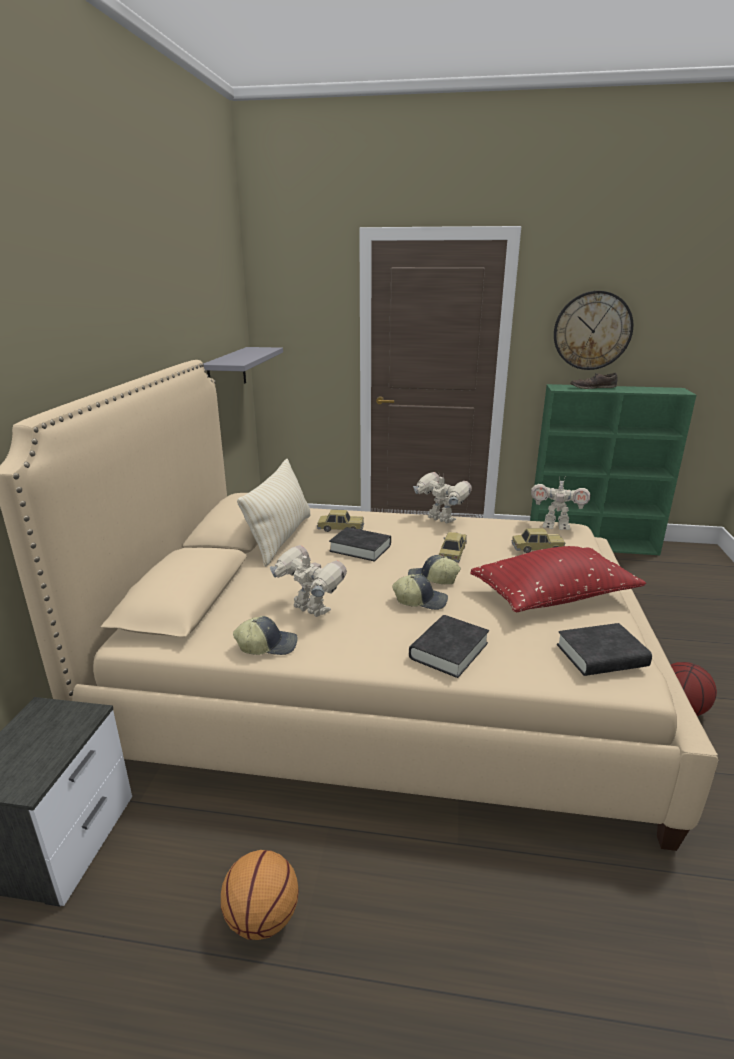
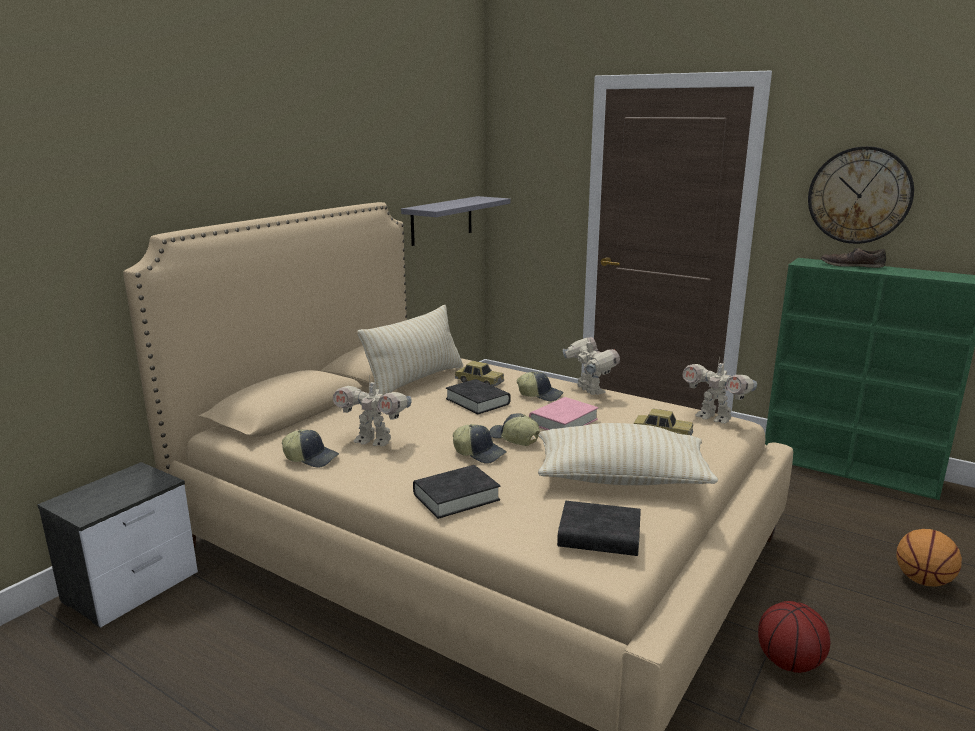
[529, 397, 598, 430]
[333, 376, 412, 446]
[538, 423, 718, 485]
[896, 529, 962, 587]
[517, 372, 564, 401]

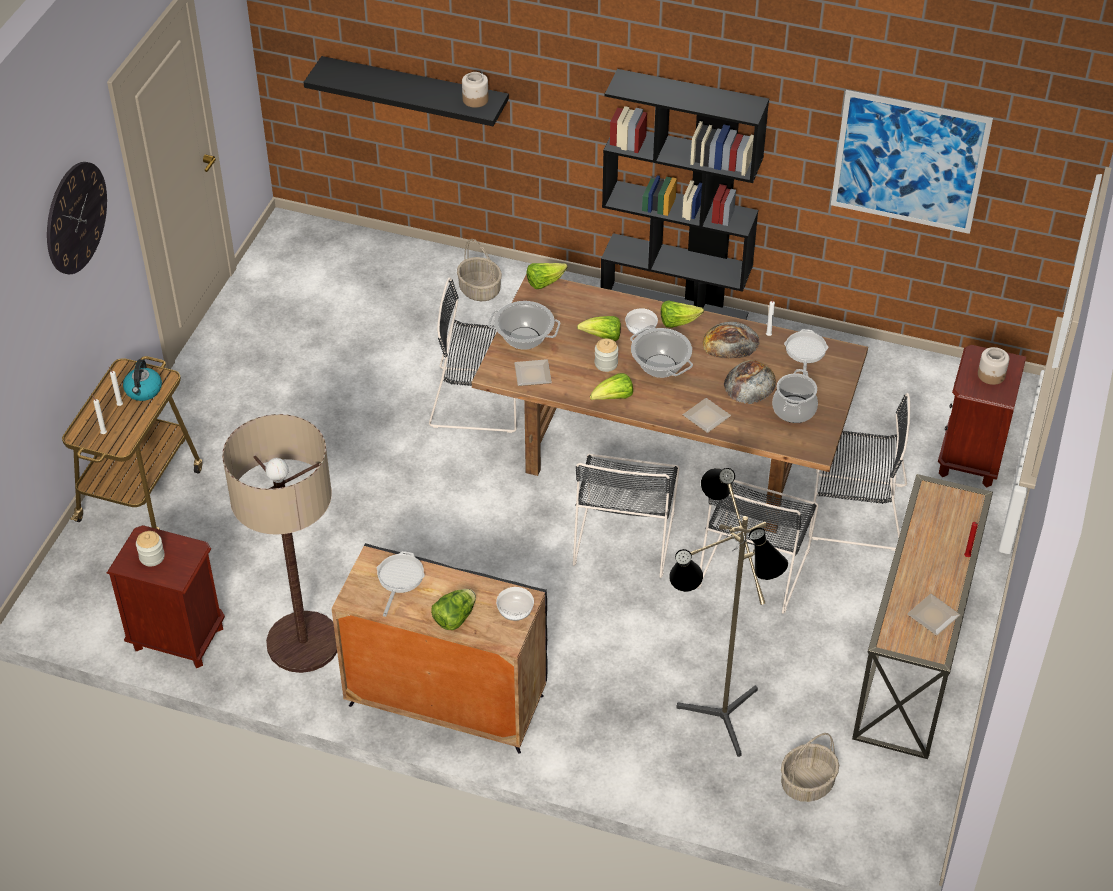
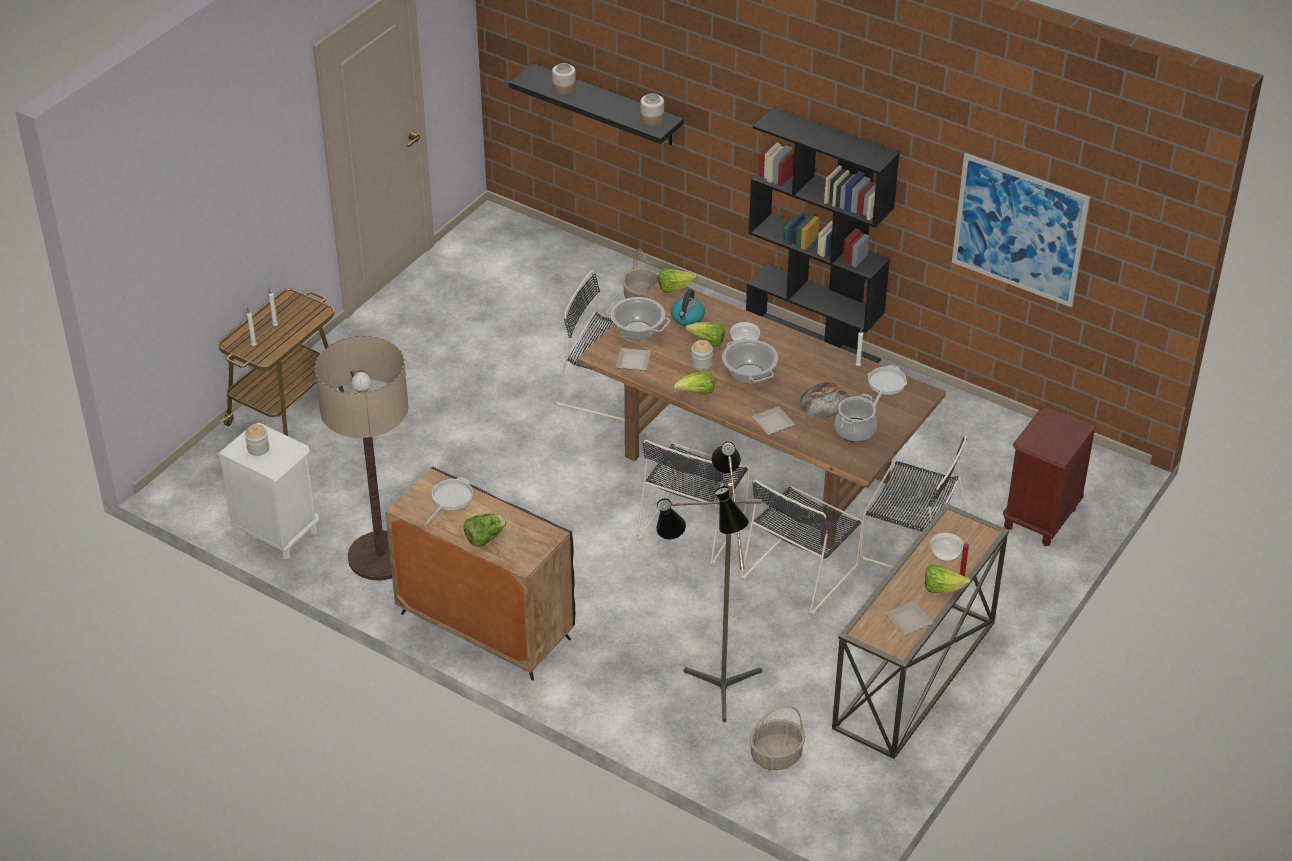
[47, 162, 107, 274] (first image)
[925, 564, 971, 593]
[703, 322, 760, 358] (first image)
[552, 63, 576, 95]
[671, 289, 705, 326]
[217, 423, 319, 559]
[930, 533, 964, 561]

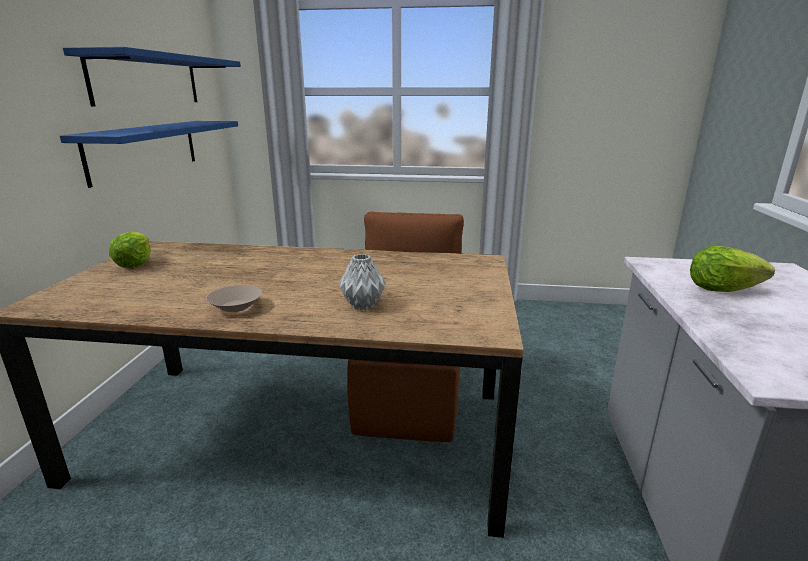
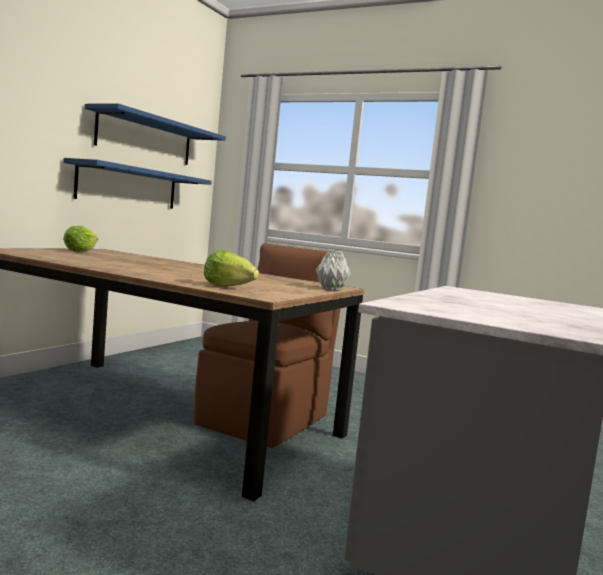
[204, 250, 259, 287]
[316, 250, 351, 291]
[206, 285, 262, 312] (first image)

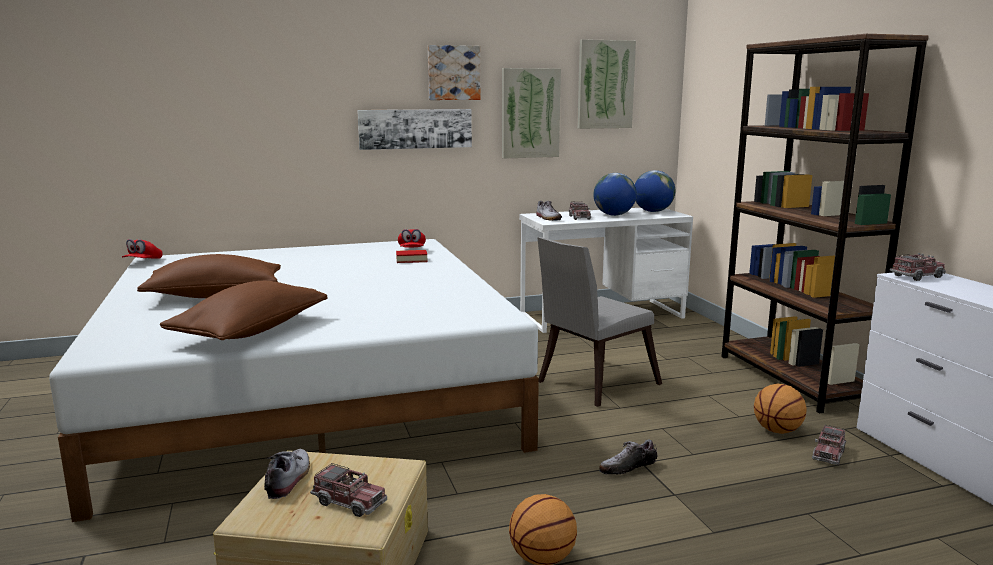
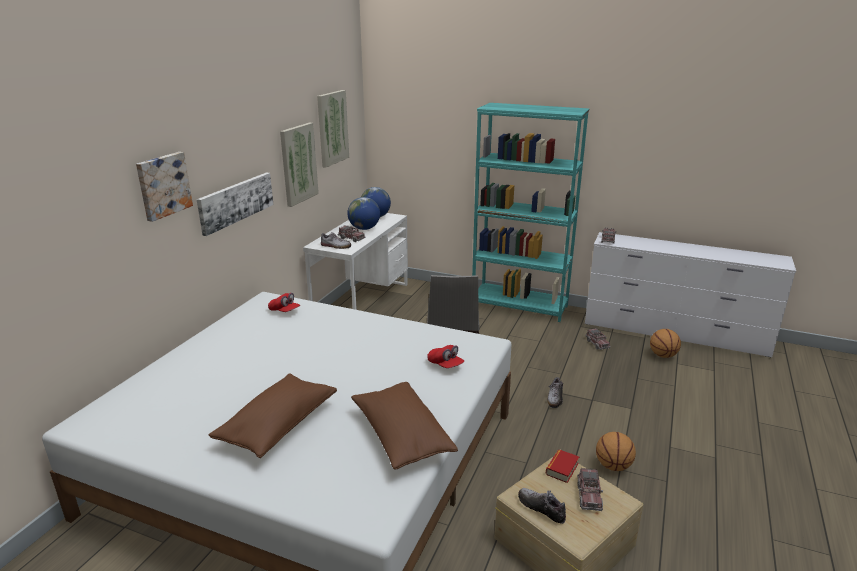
[472, 103, 589, 322]
[136, 152, 193, 222]
[427, 345, 464, 368]
[546, 449, 579, 483]
[650, 329, 681, 358]
[577, 468, 603, 511]

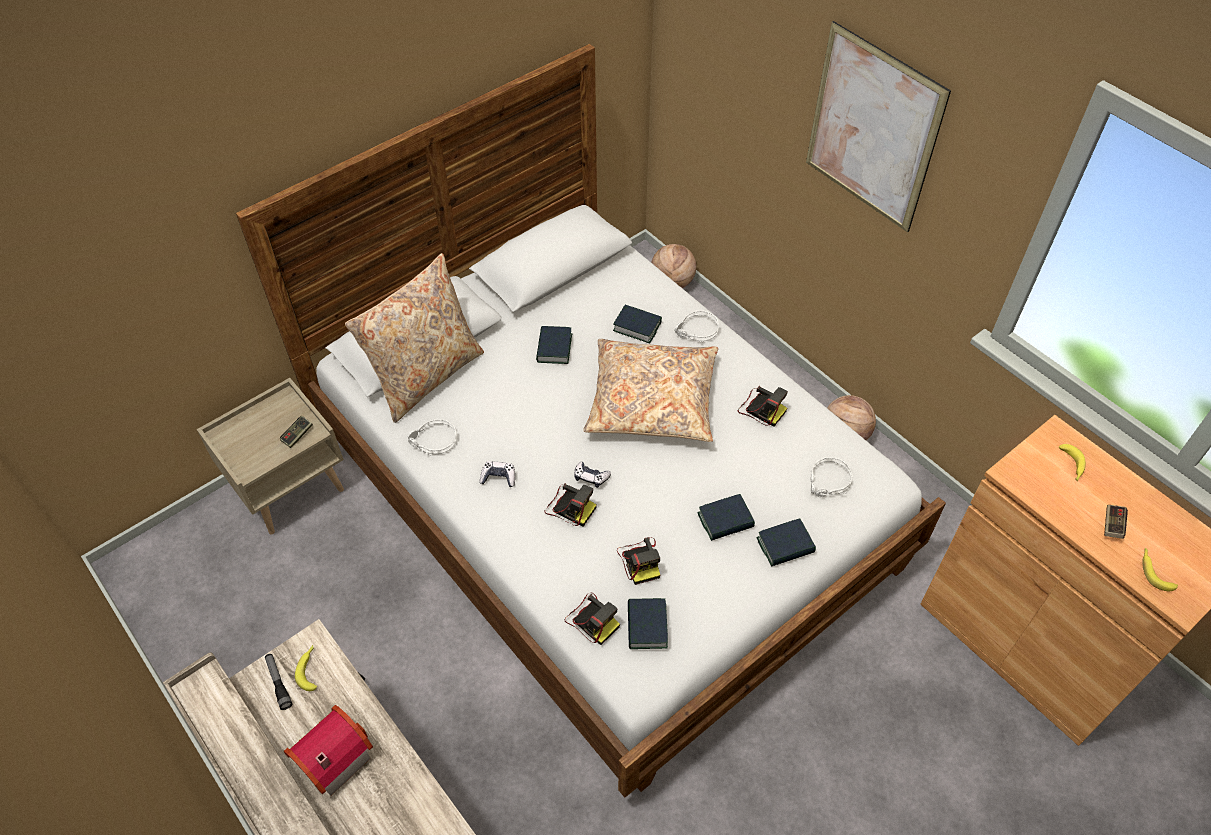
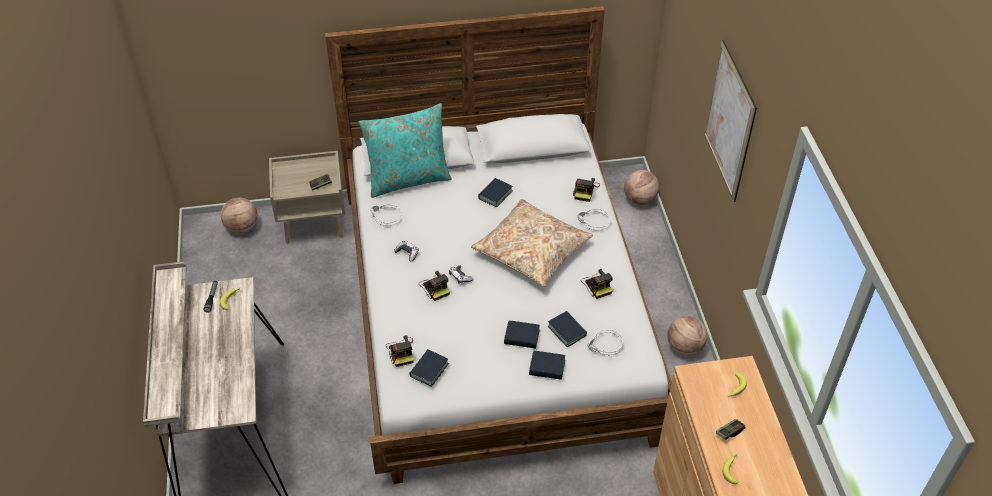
[359, 104, 452, 198]
[548, 311, 587, 347]
[573, 178, 600, 202]
[284, 705, 373, 796] (first image)
[221, 198, 258, 233]

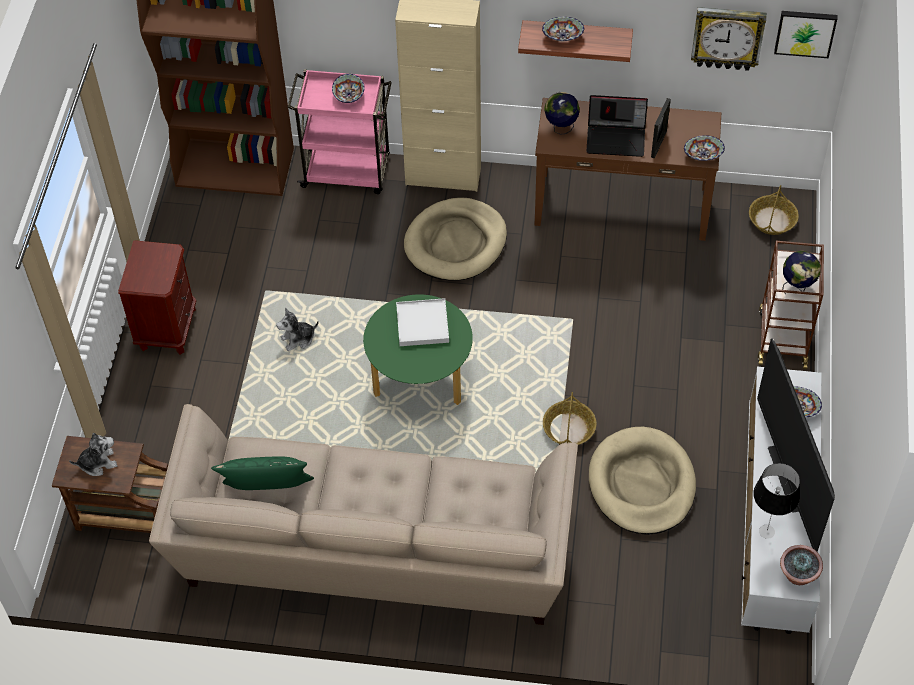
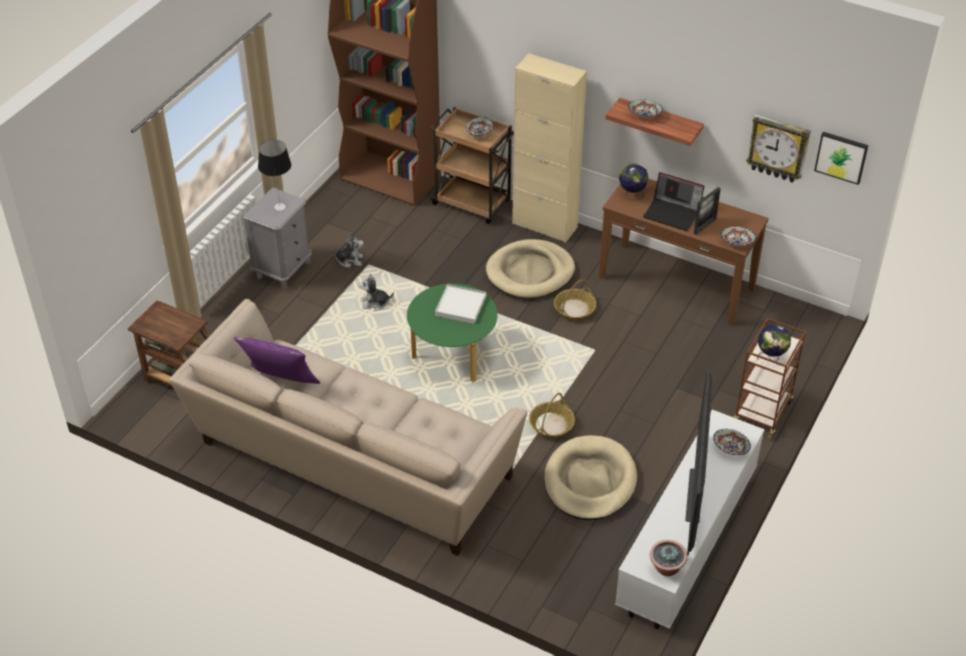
[429, 107, 514, 224]
[554, 279, 596, 321]
[243, 187, 312, 289]
[331, 233, 364, 268]
[234, 337, 320, 384]
[258, 140, 291, 211]

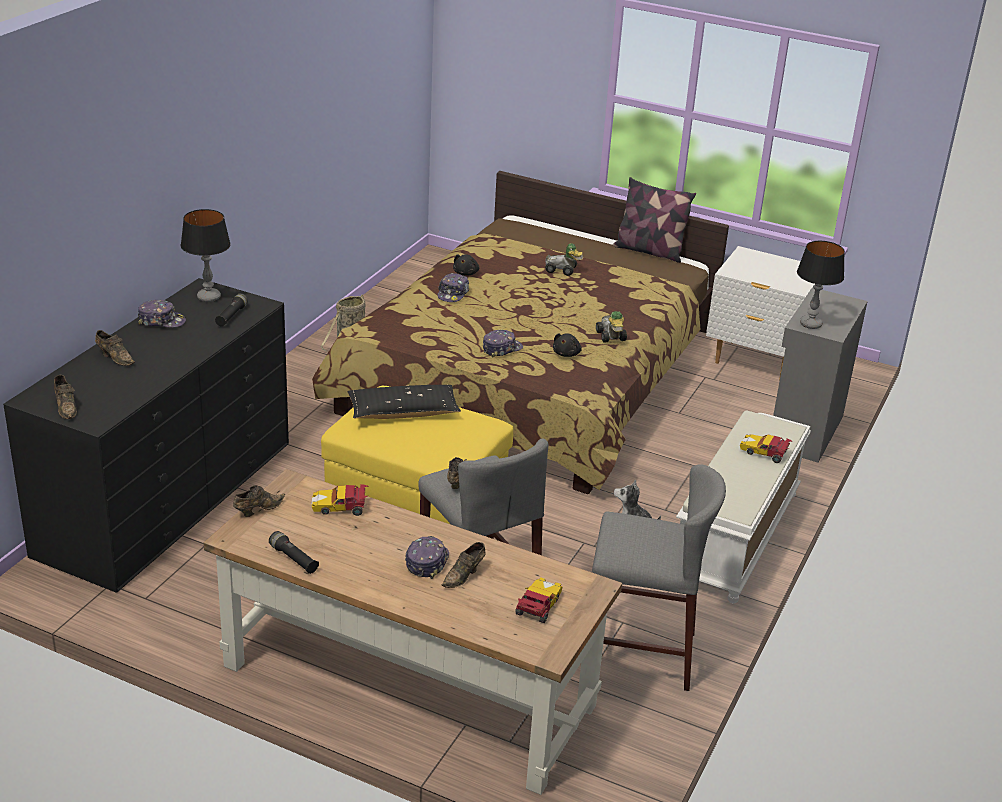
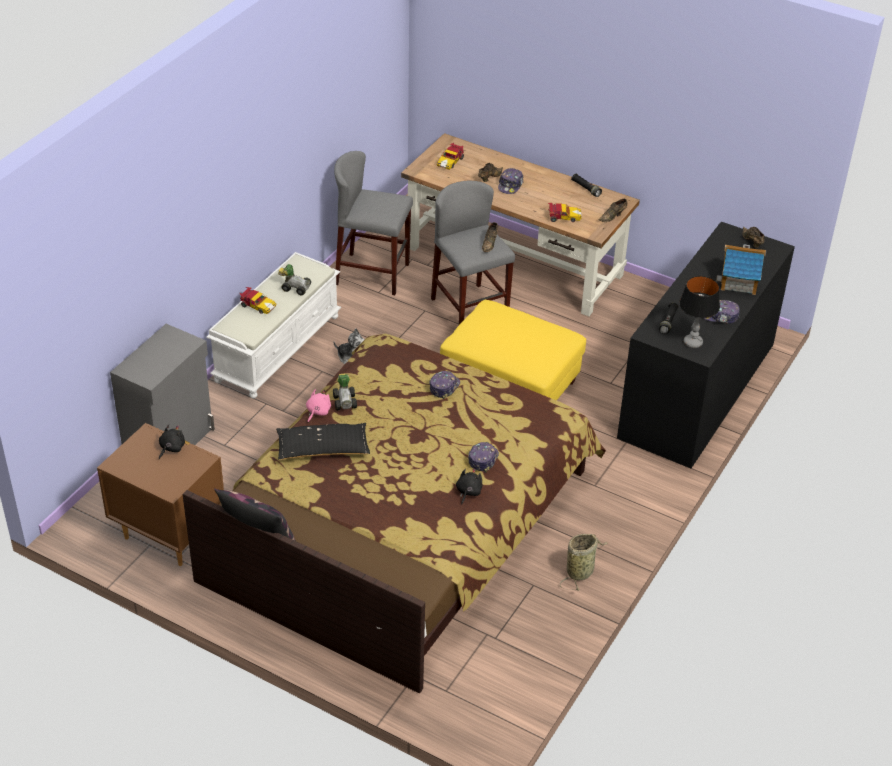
[797, 241, 845, 329] (first image)
[278, 264, 311, 295]
[97, 423, 224, 566]
[716, 244, 766, 295]
[430, 371, 460, 399]
[159, 425, 185, 459]
[276, 423, 370, 460]
[306, 389, 331, 422]

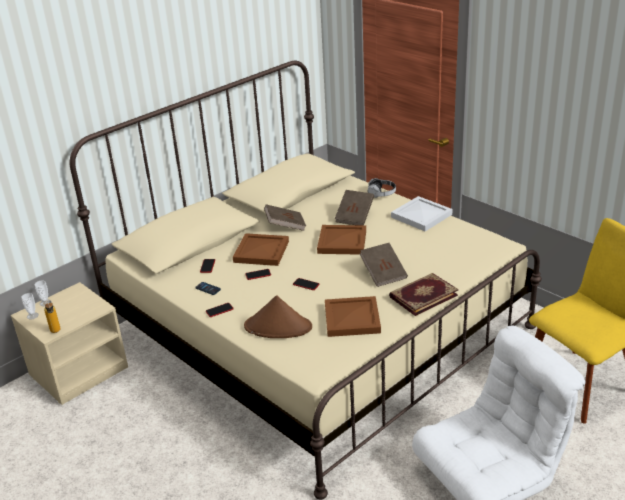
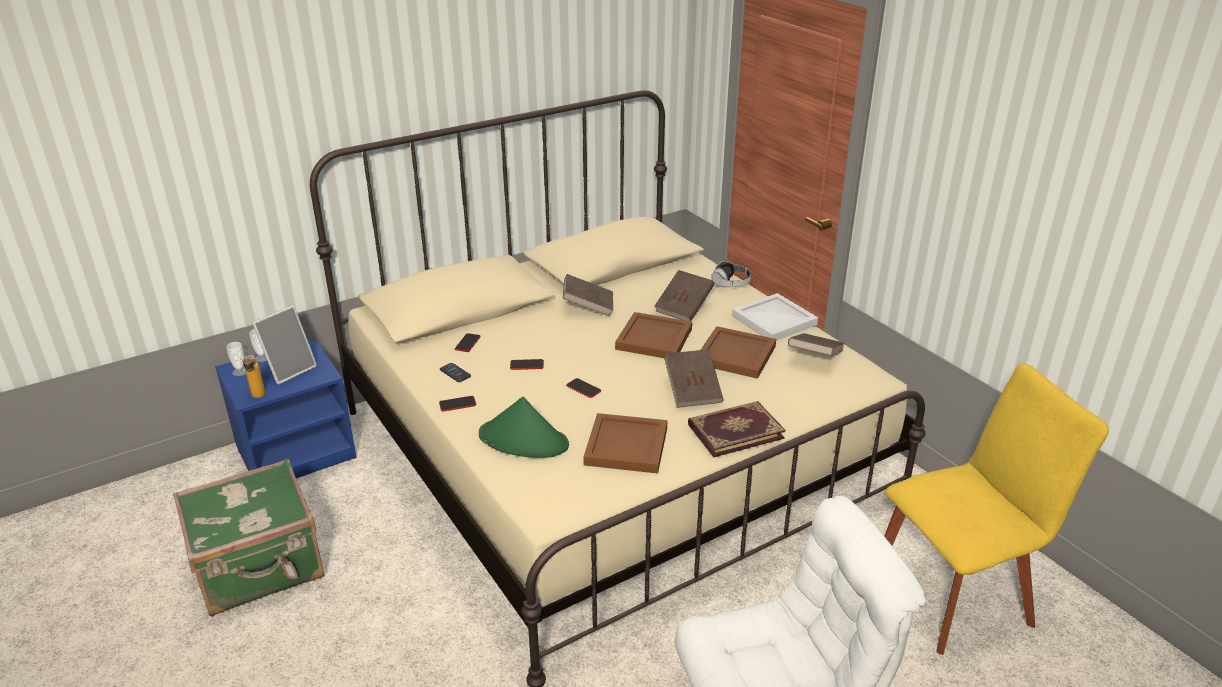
[701, 326, 776, 379]
[215, 338, 357, 478]
[479, 397, 569, 458]
[252, 305, 317, 385]
[788, 333, 845, 356]
[173, 458, 325, 616]

